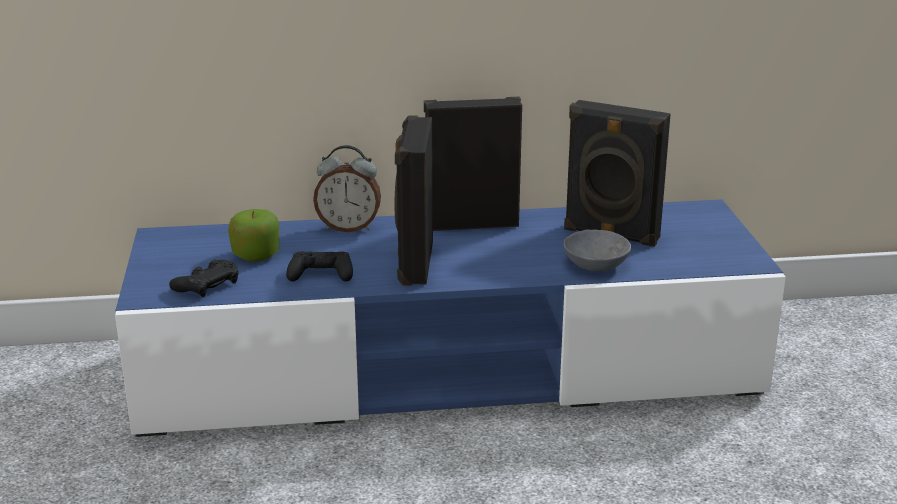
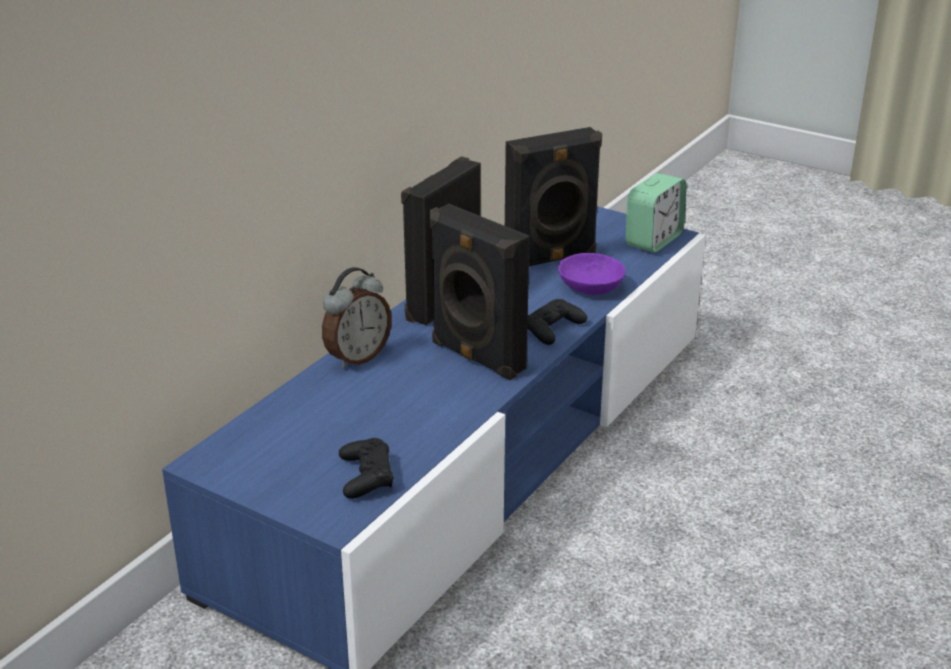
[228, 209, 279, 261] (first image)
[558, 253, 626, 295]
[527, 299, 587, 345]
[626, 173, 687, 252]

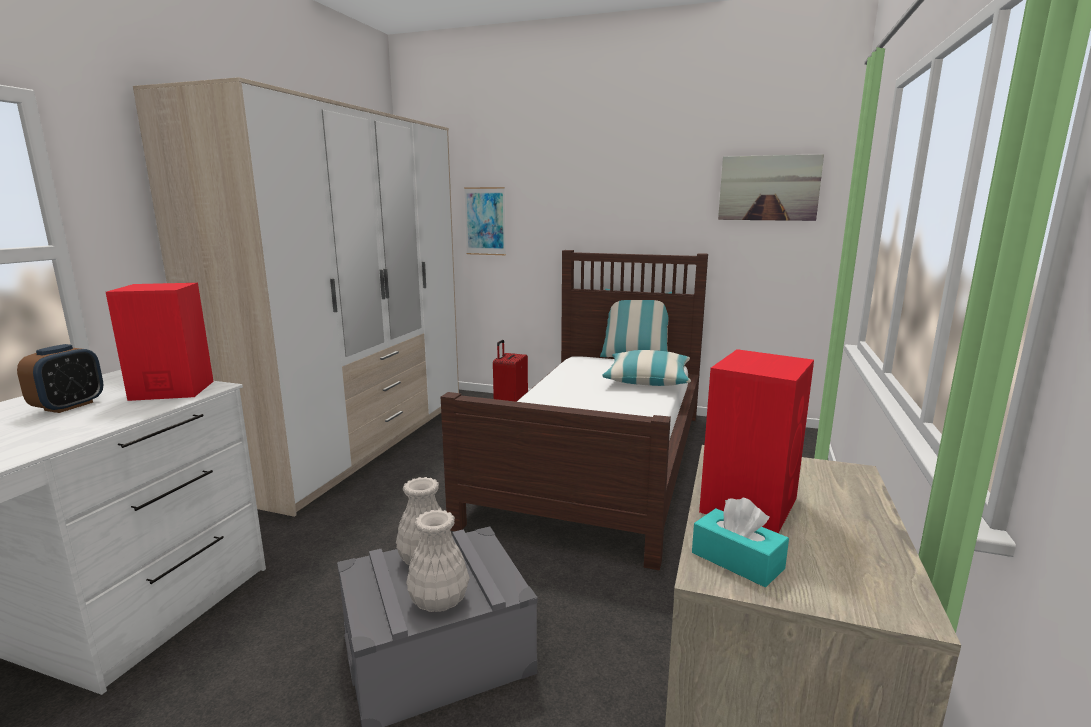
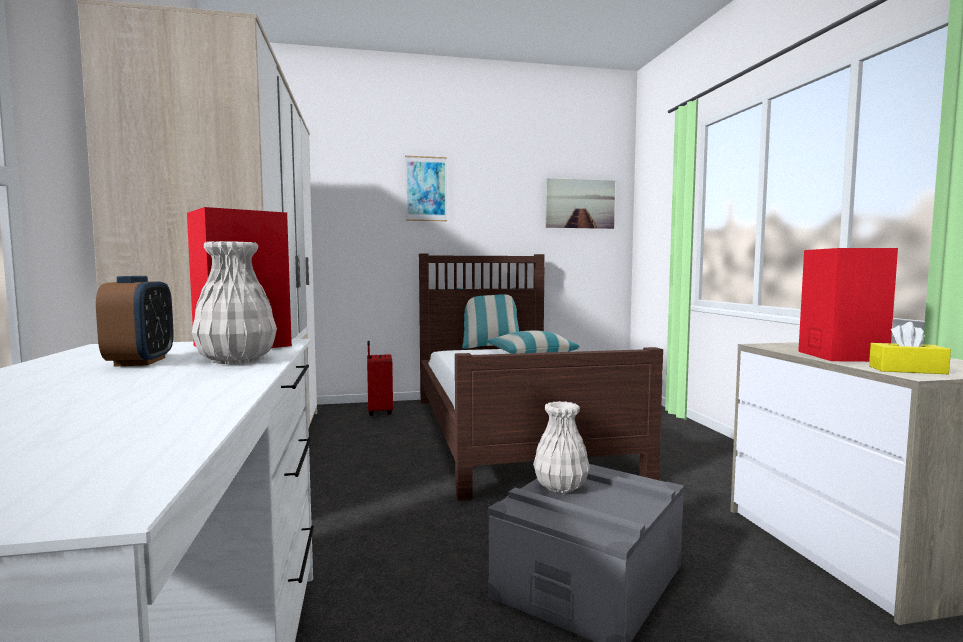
[405, 156, 447, 221]
[869, 322, 951, 374]
[191, 241, 277, 364]

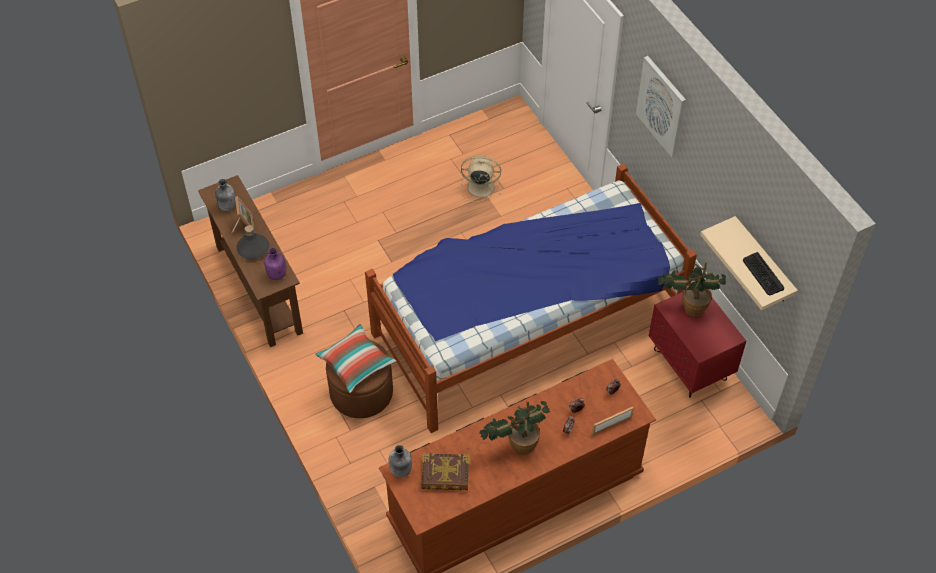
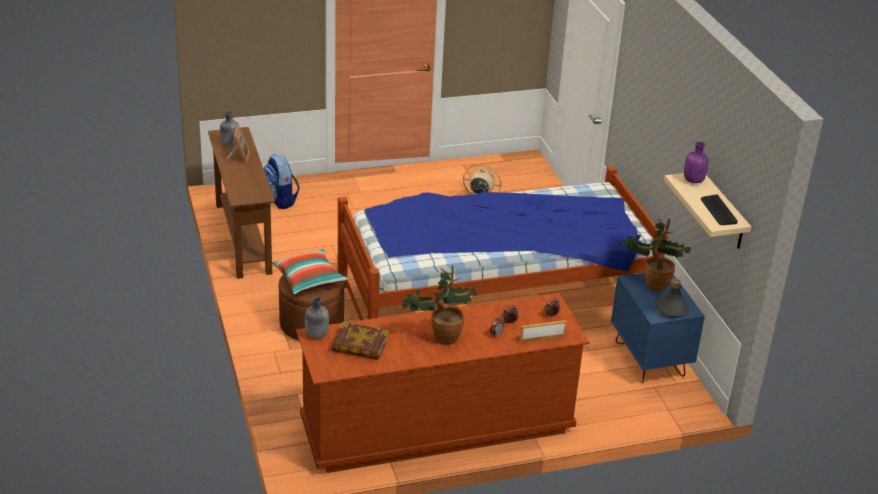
[636, 56, 686, 157] (first image)
[654, 279, 689, 317]
[684, 142, 709, 183]
[611, 273, 705, 383]
[263, 154, 300, 209]

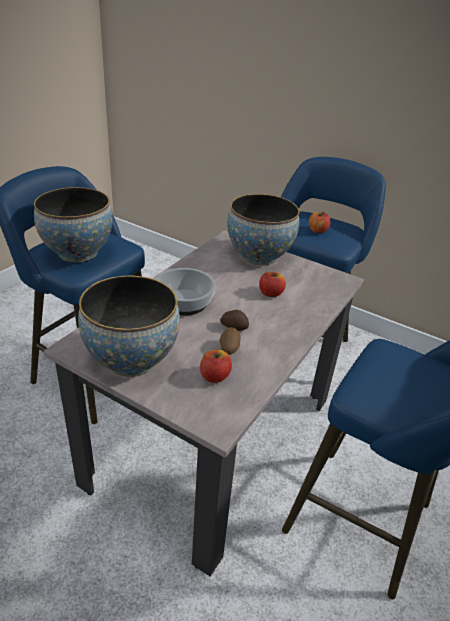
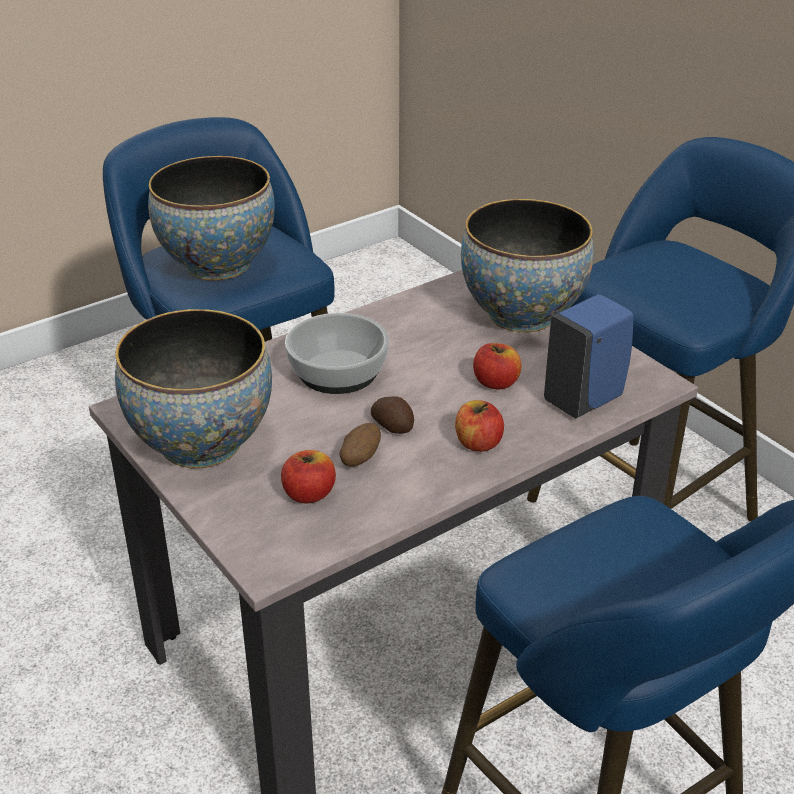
[455, 400, 504, 452]
[544, 294, 634, 419]

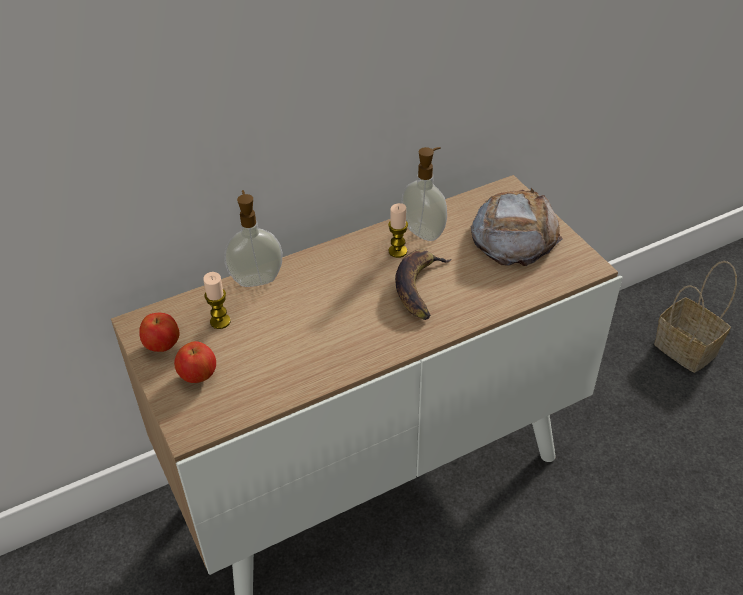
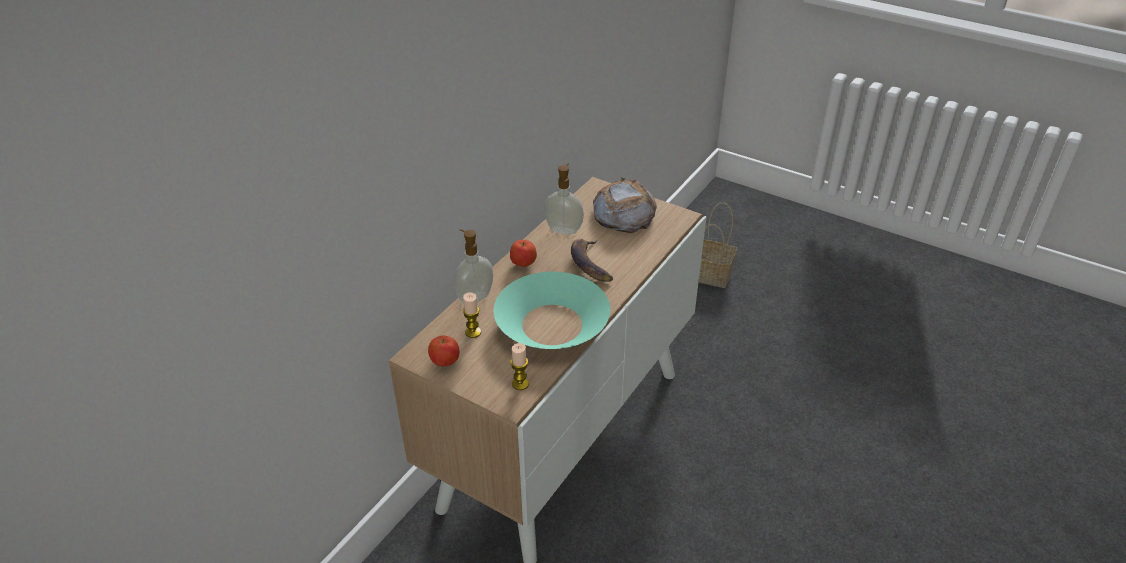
[510, 343, 529, 390]
[510, 240, 537, 267]
[494, 272, 610, 349]

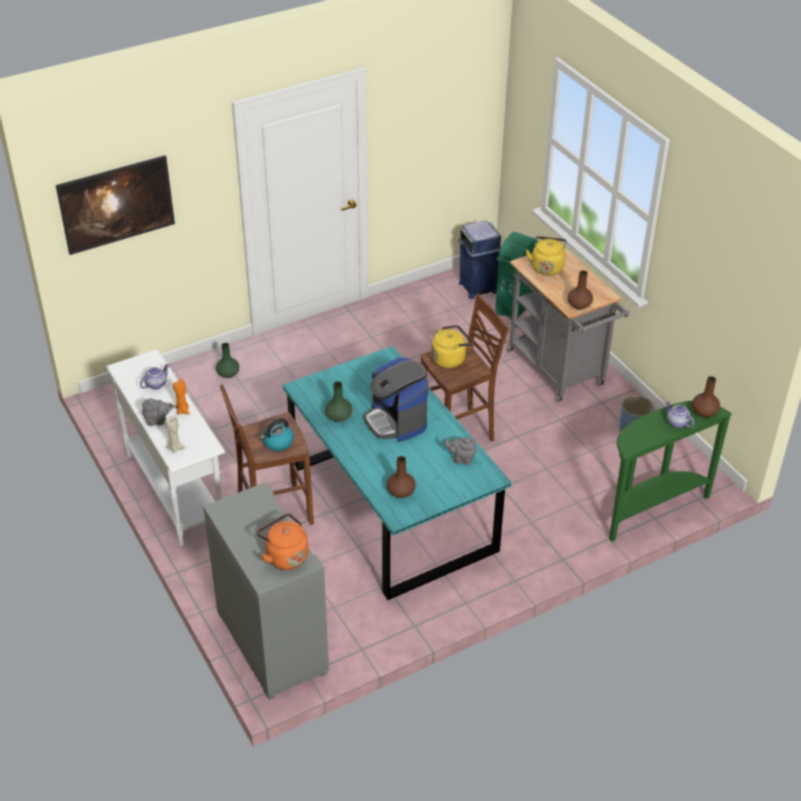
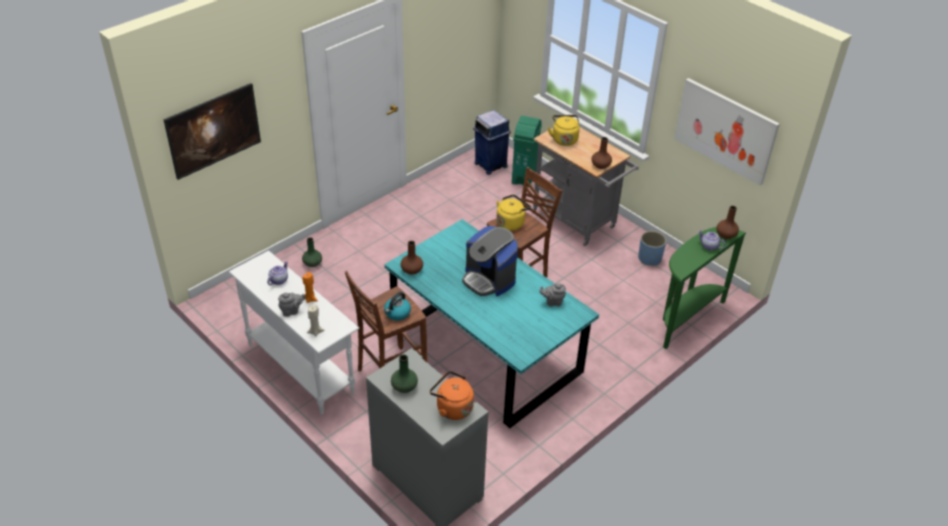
[391, 355, 418, 393]
[401, 241, 423, 275]
[674, 78, 780, 186]

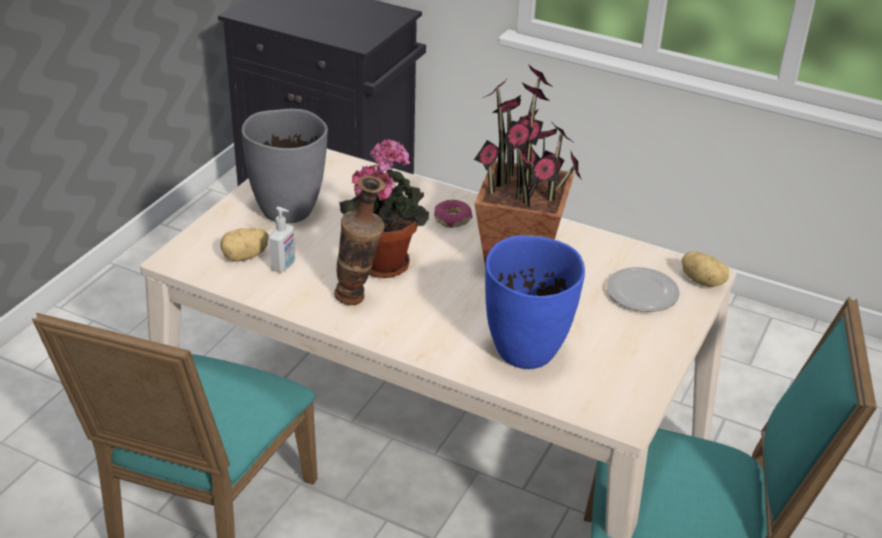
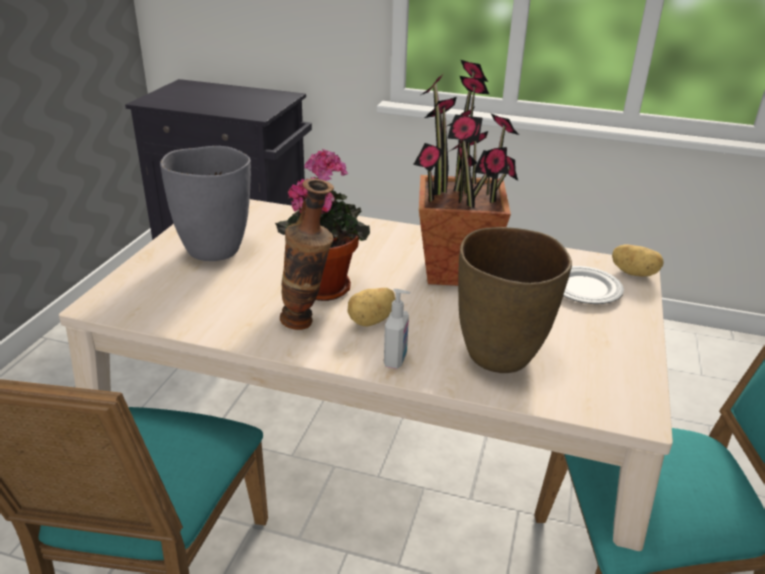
[434, 200, 472, 228] (first image)
[384, 289, 410, 369]
[348, 288, 396, 326]
[458, 227, 572, 373]

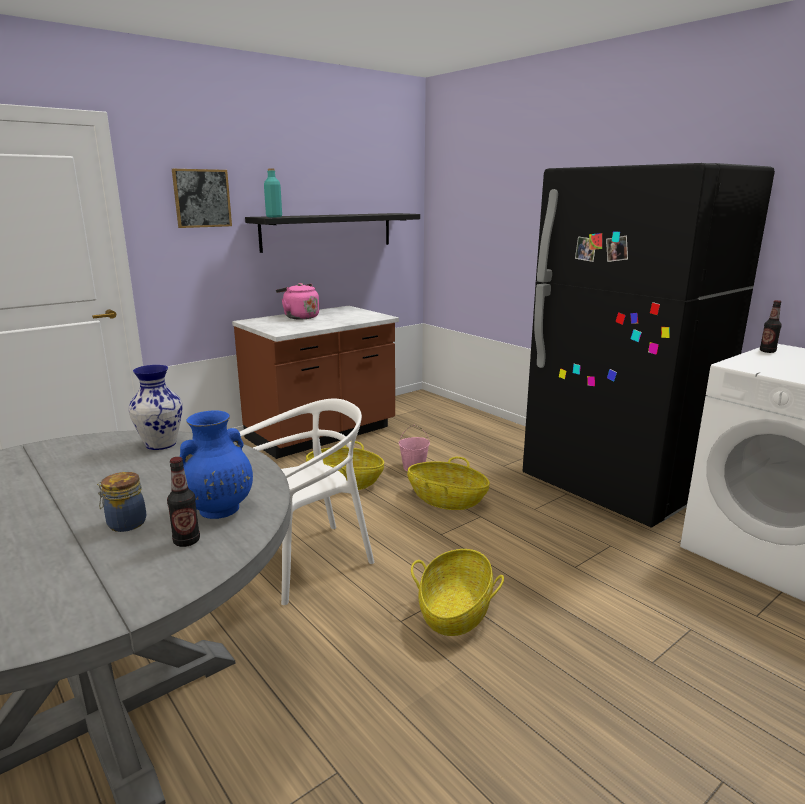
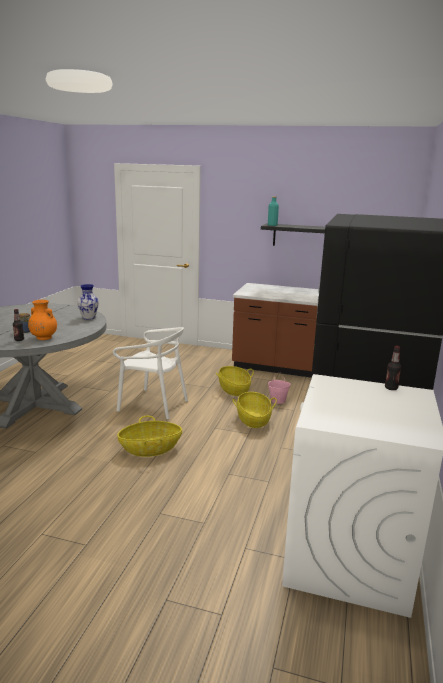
[172, 169, 232, 228] (first image)
[276, 283, 319, 319] (first image)
[28, 300, 57, 340]

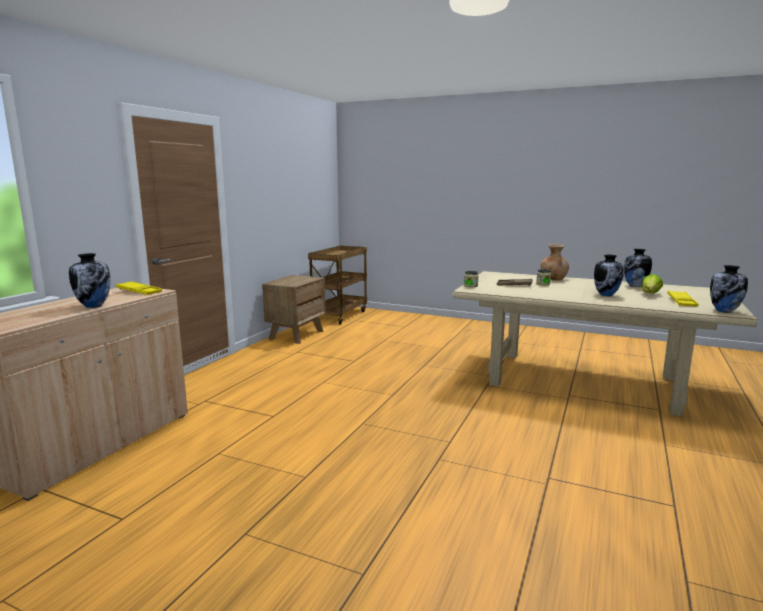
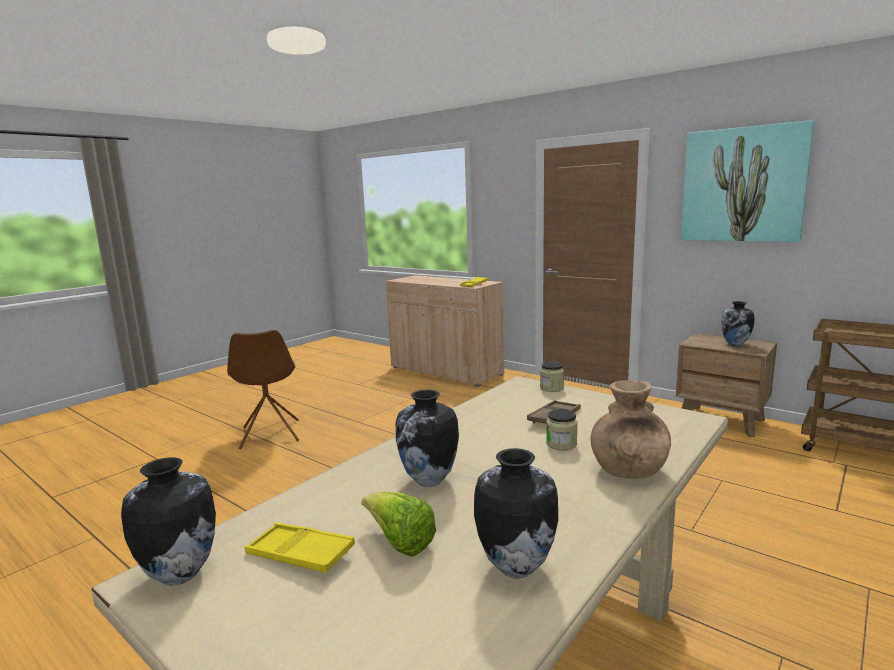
[722, 301, 754, 346]
[681, 120, 814, 242]
[227, 330, 299, 449]

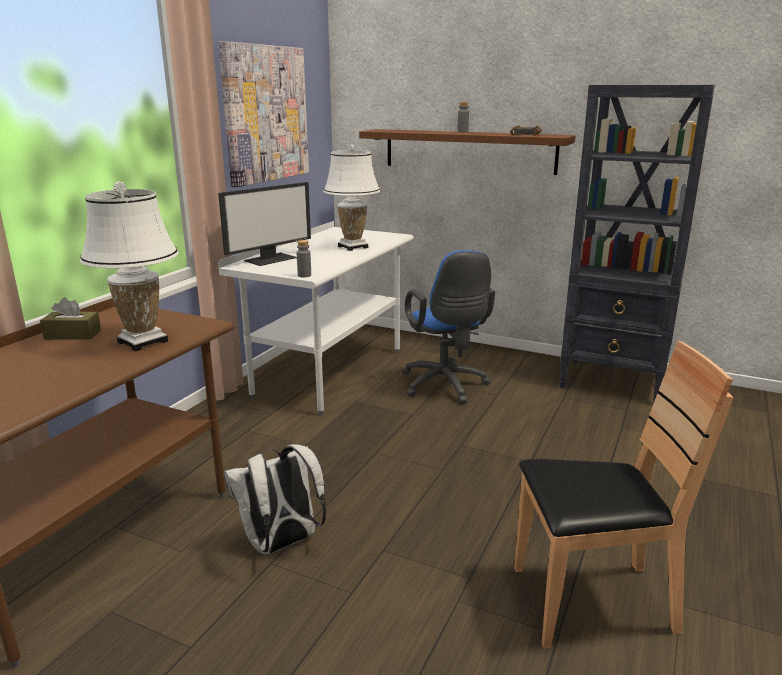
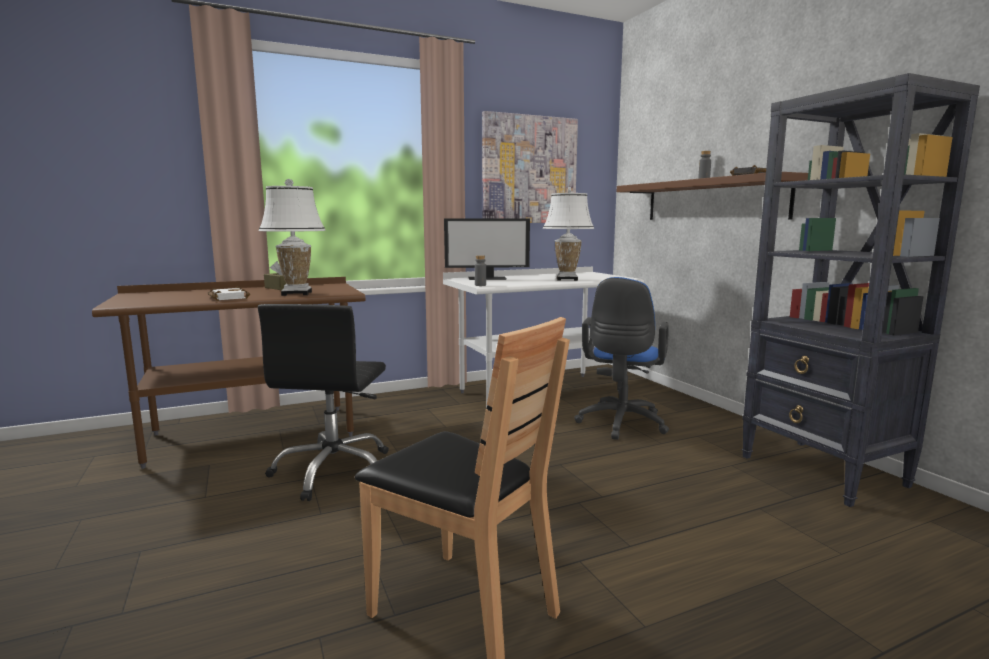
[258, 304, 389, 501]
[208, 286, 250, 301]

